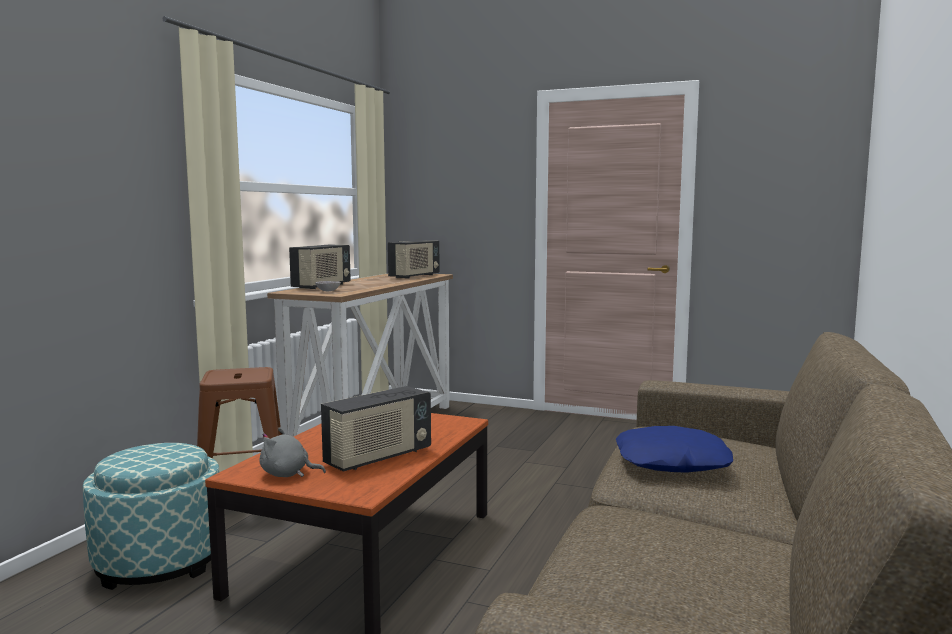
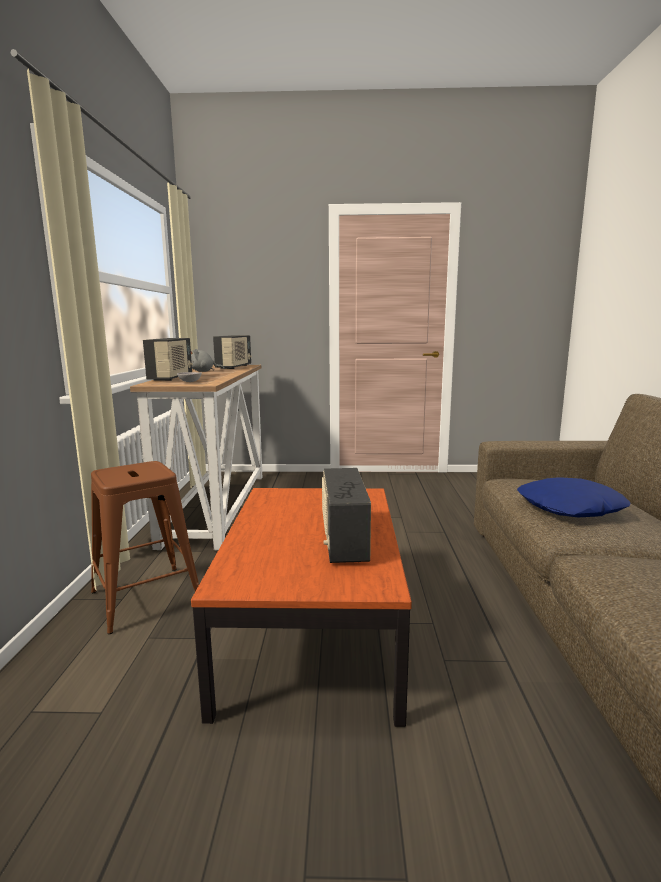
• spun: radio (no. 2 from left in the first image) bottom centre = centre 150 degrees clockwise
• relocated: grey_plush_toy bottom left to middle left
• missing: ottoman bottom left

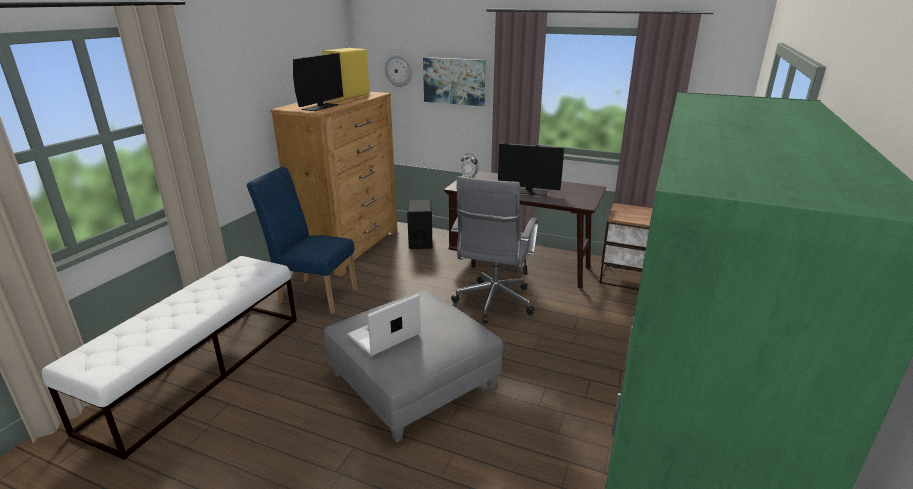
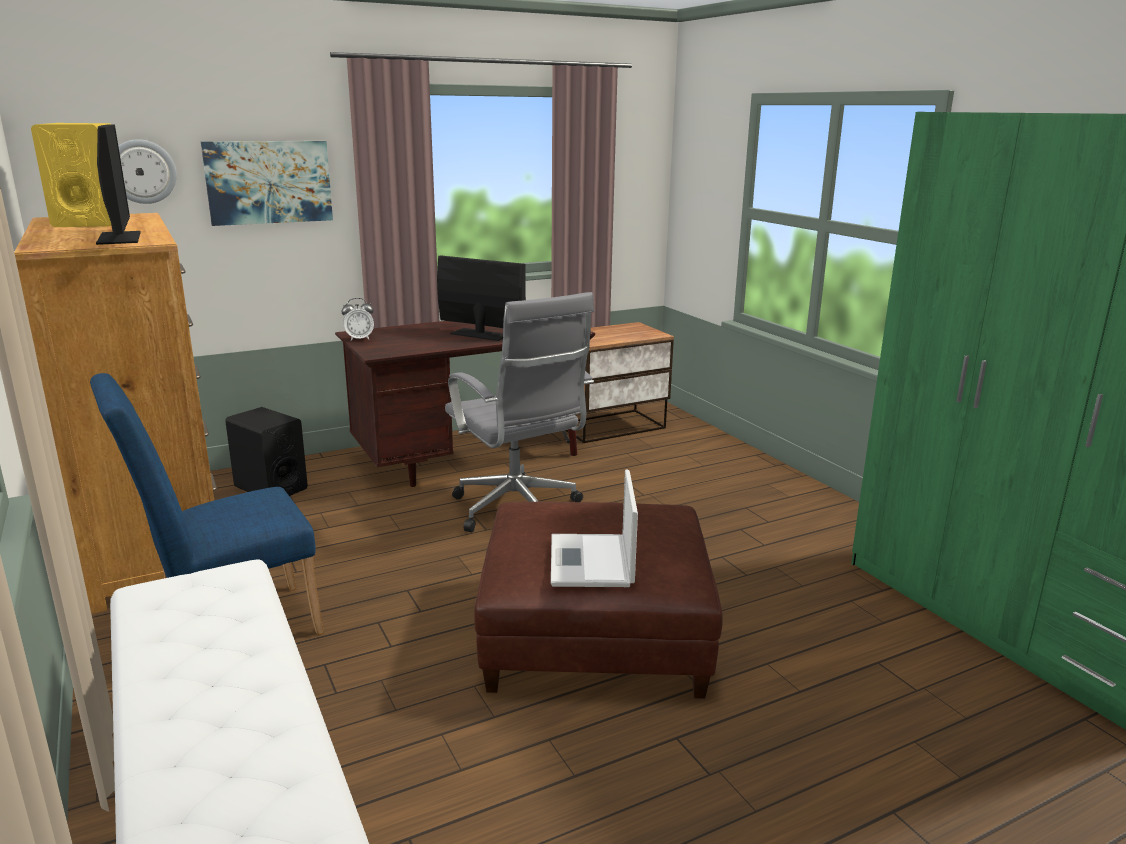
• spun: monitor (no. 2 from left) centre = centre 120 degrees counterclockwise
• colour: grey_ottoman bottom centre to brown_ottoman bottom centre

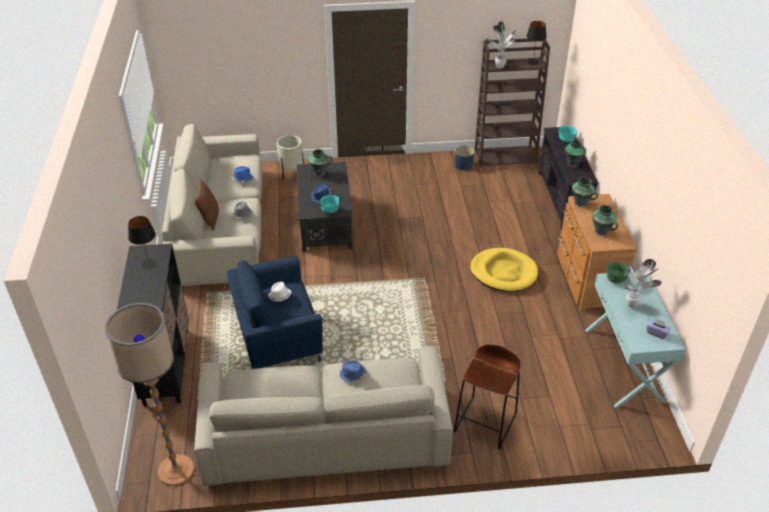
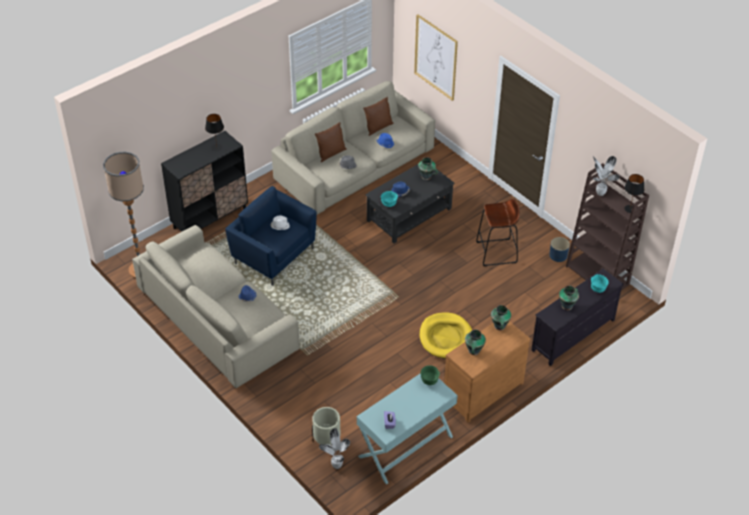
• relocated: beige_planter top centre to bottom centre
• relocated: potted_plant (no. 2 from left in the first image) middle right to potted_plant (no. 1 from left) bottom centre
• relocated: brown_stool bottom centre to centre
• appeared: picture top centre
• appeared: brown_pillow (no. 2 from left) top centre

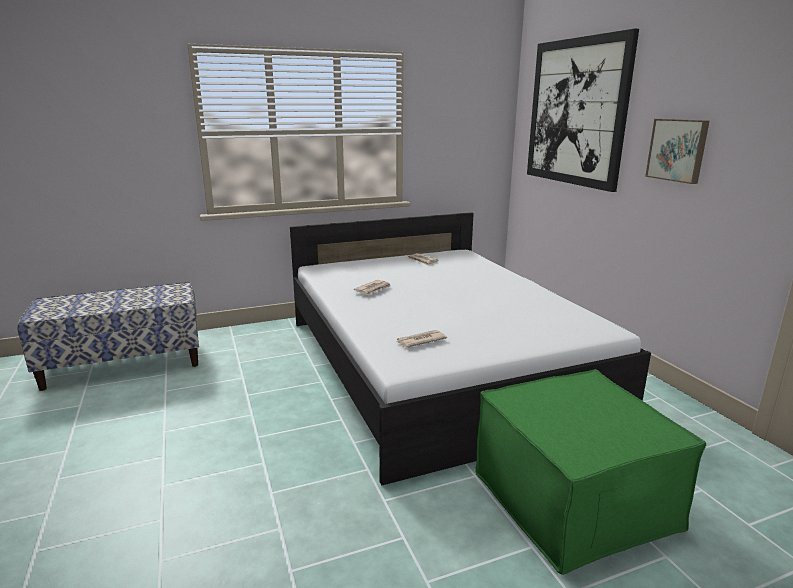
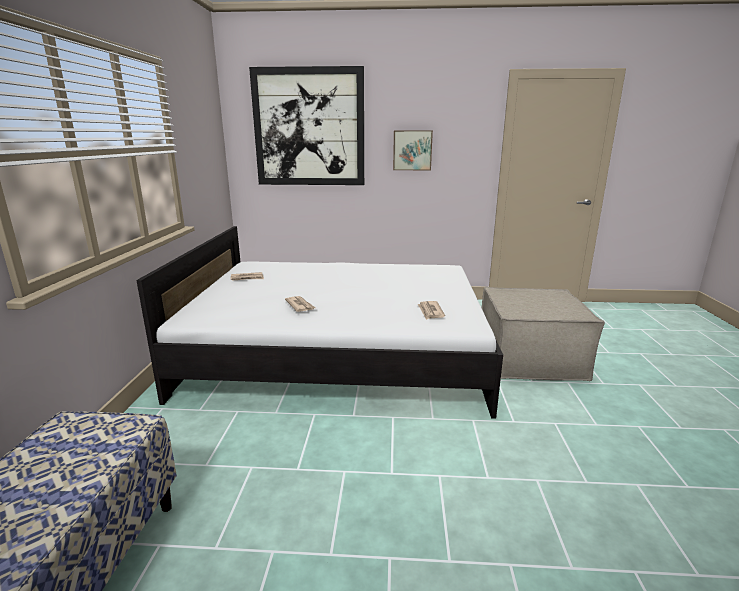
• colour: green_ottoman bottom right to beige_ottoman middle right

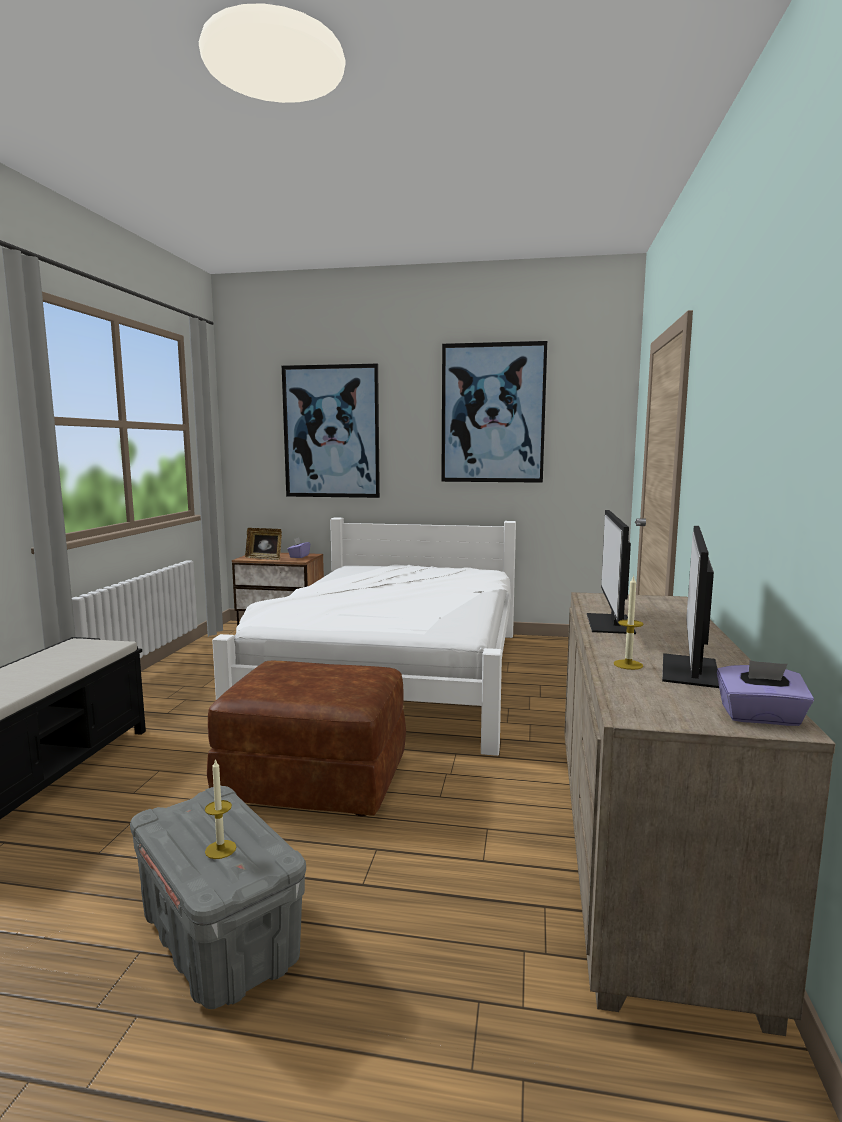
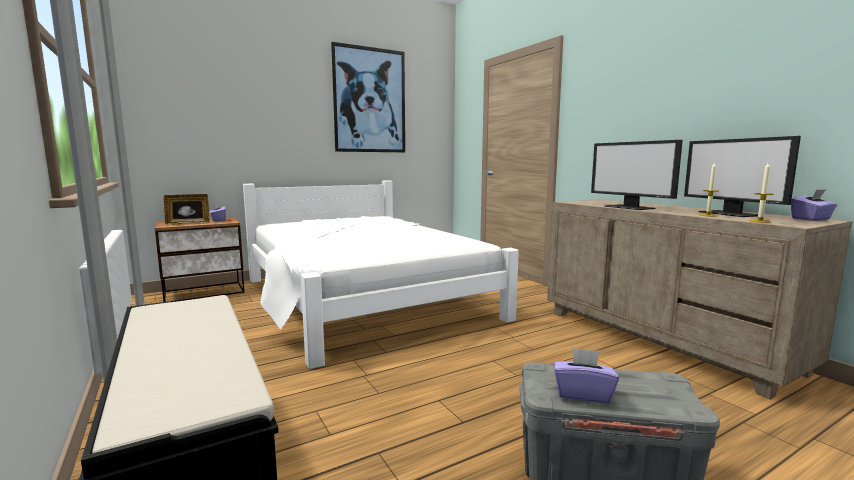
• missing: picture (no. 1 from left) centre
• missing: brown_ottoman centre
• relocated: candle (no. 1 from left in the first image) bottom left to candle (no. 2 from left) middle right
• appeared: purple_tissue_box (no. 2 from left) bottom right

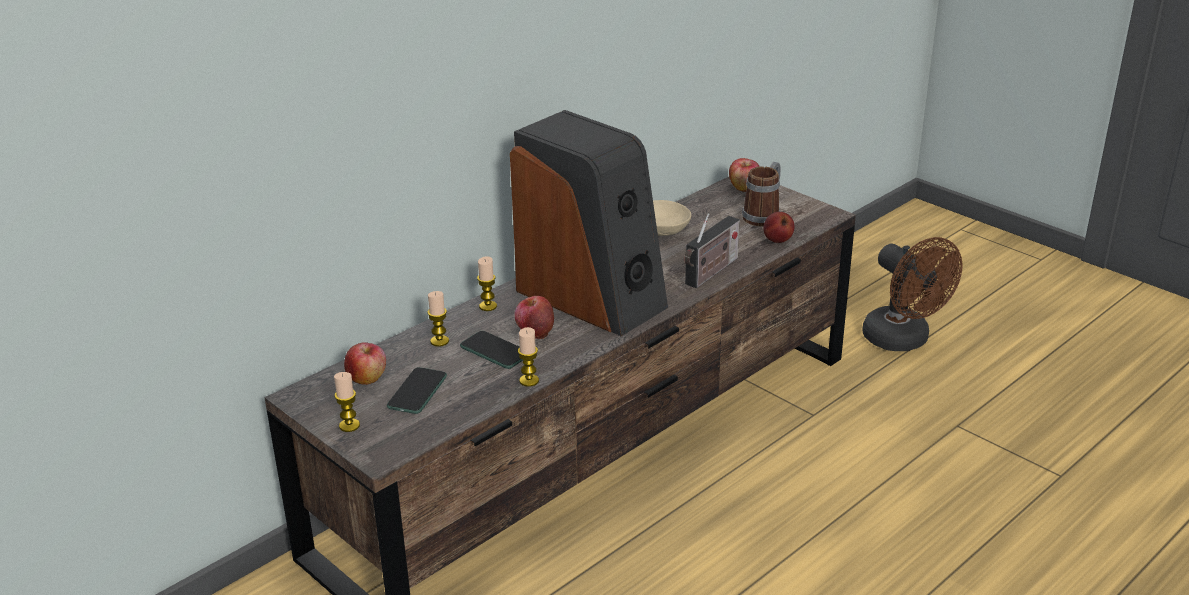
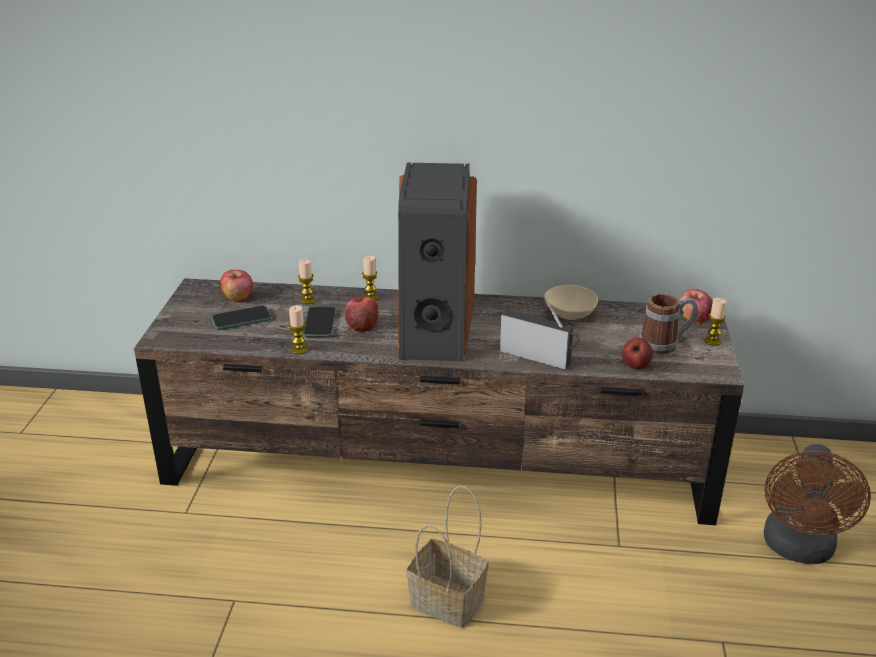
• spun: radio centre = centre 150 degrees counterclockwise
• relocated: candle (no. 1 from left in the first image) bottom left to candle (no. 4 from left) middle right
• appeared: basket bottom centre

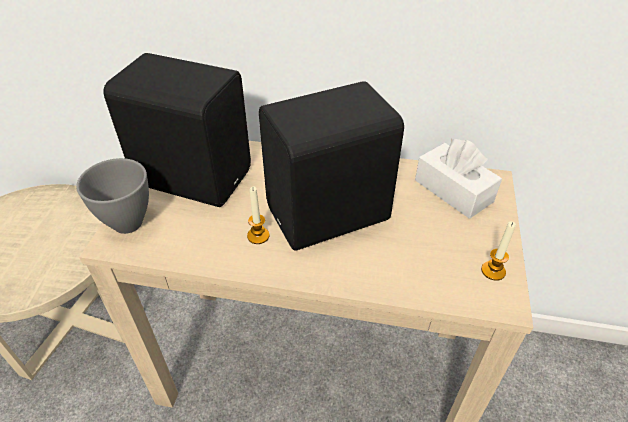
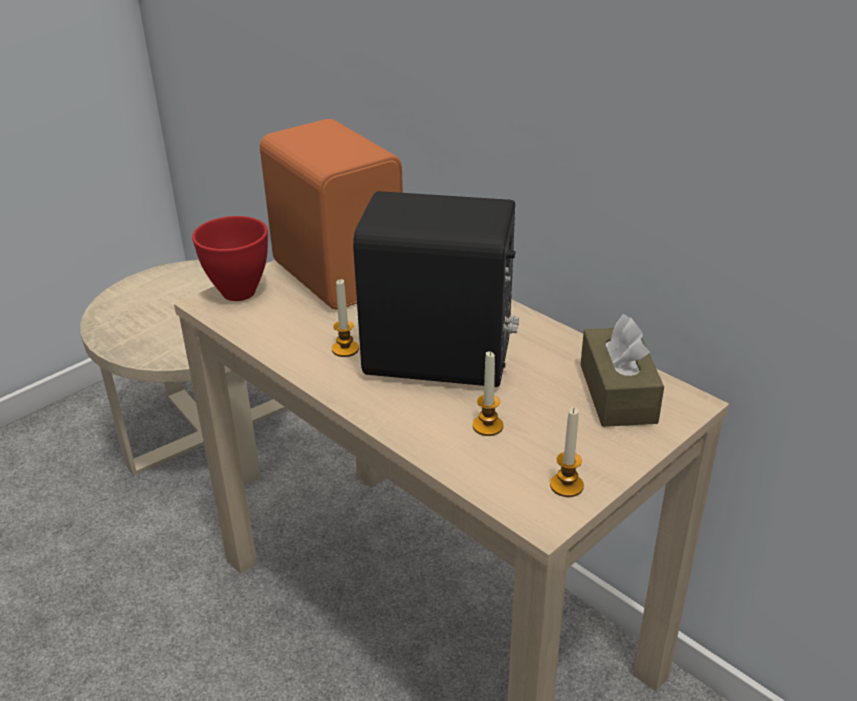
• colour: black_speaker (no. 1 from left) top left to orange_speaker top centre
• colour: white_tissue_box middle right to brown_tissue_box middle right
• colour: grey_bowl middle left to red_bowl middle left
• appeared: candle (no. 2 from left) centre

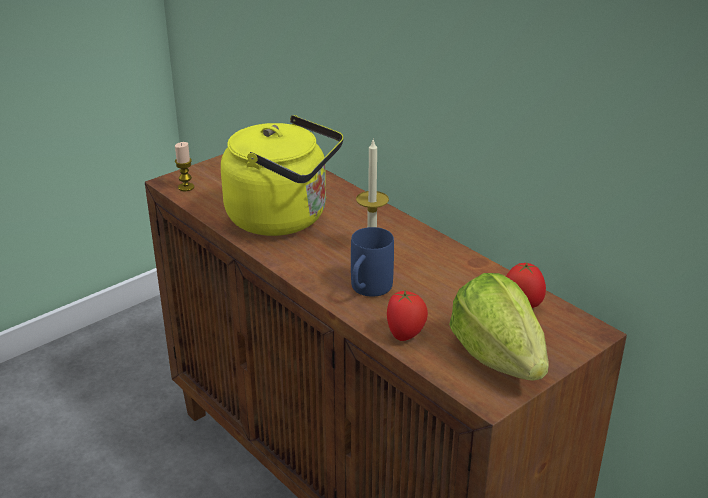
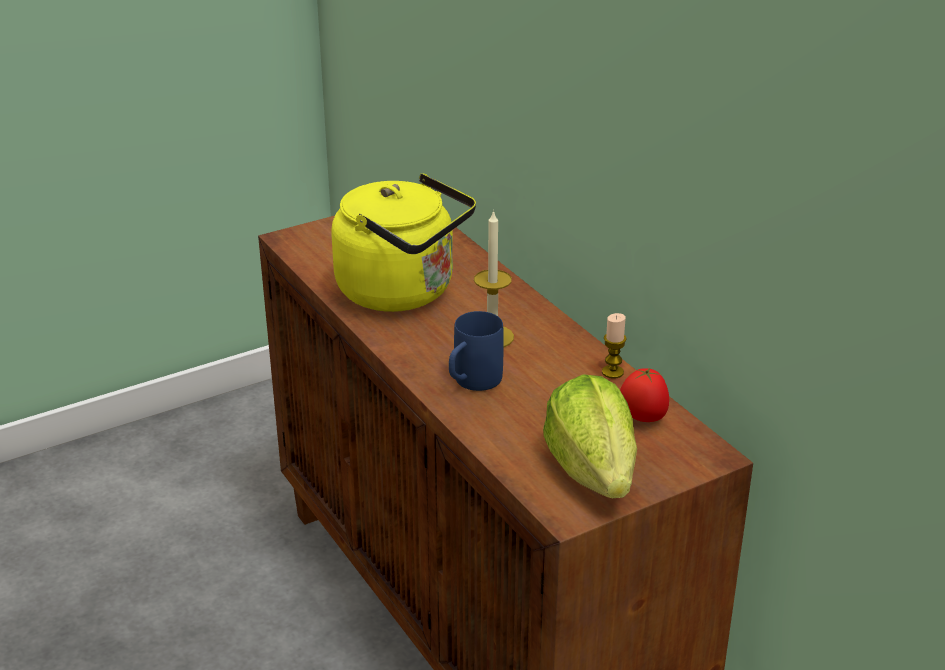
• relocated: candle (no. 1 from left in the first image) middle left to candle (no. 2 from left) centre
• missing: tomato (no. 1 from left) centre

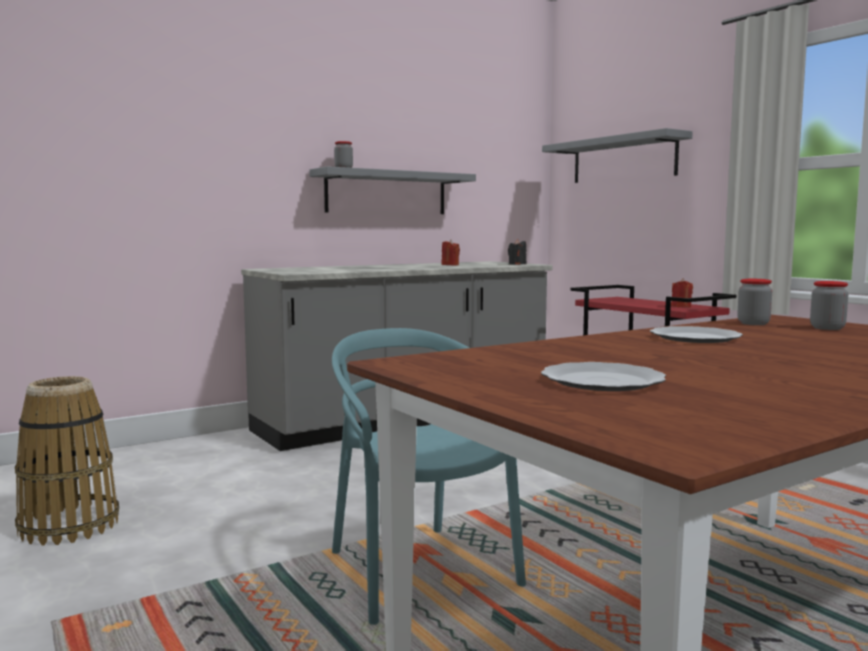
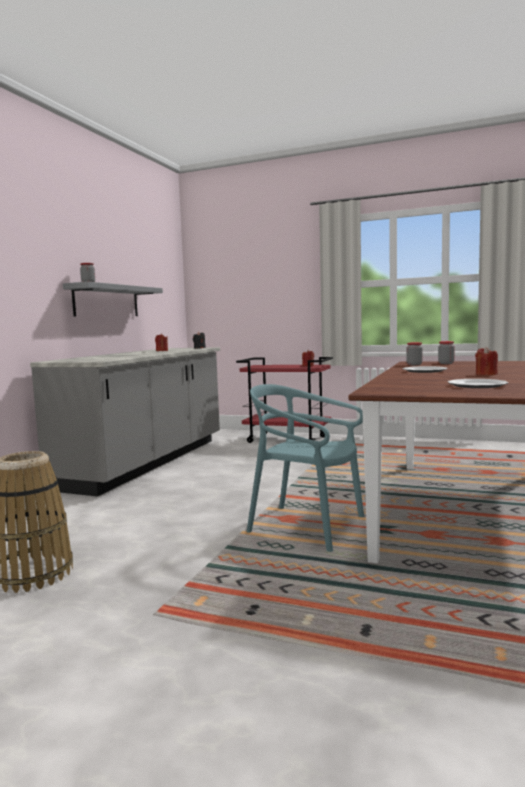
• missing: grey_shelf (no. 2 from left) top right
• appeared: red_candle (no. 3 from left) middle right

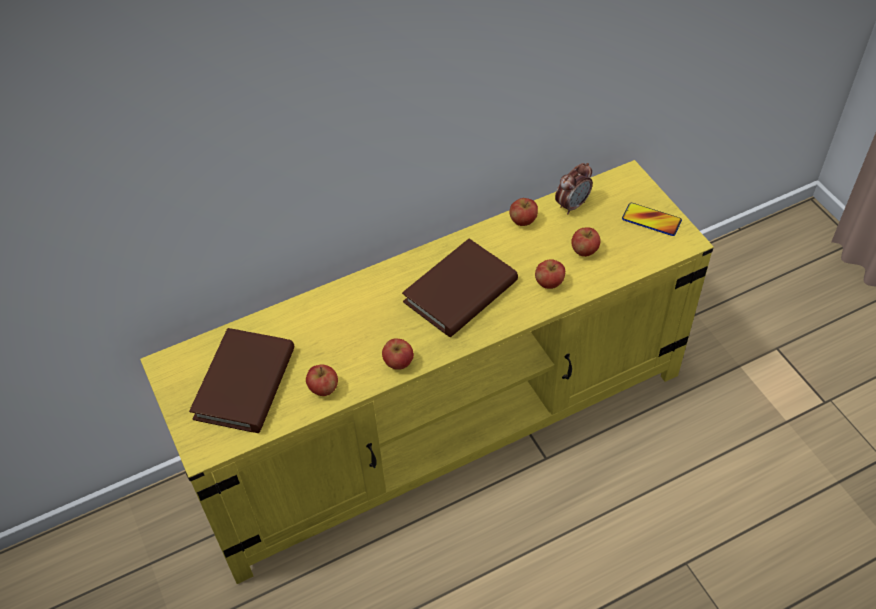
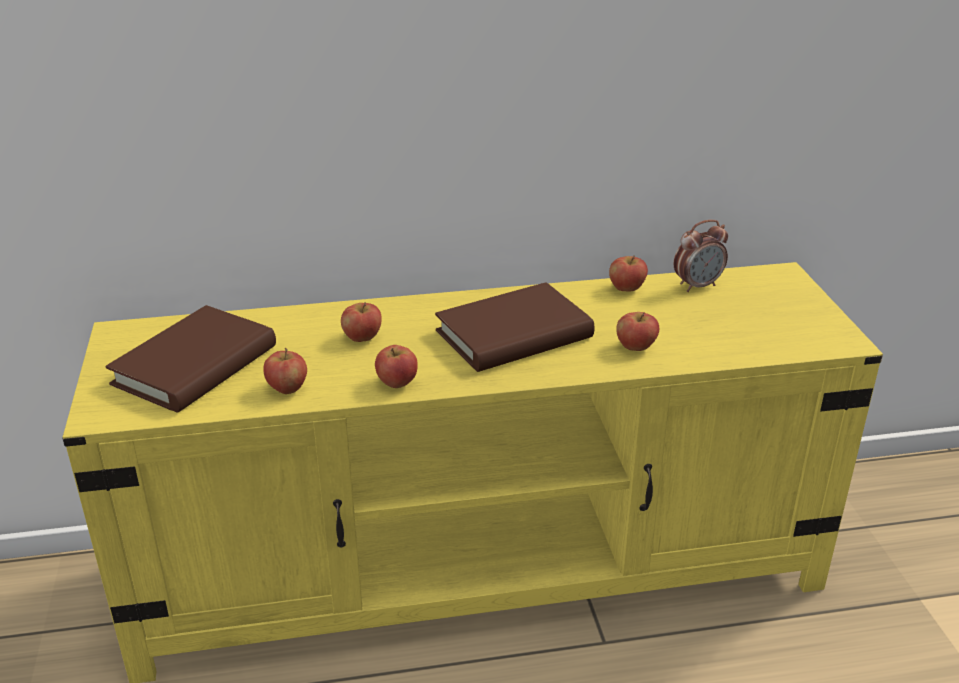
• missing: phone middle right
• relocated: apple (no. 5 from left in the first image) middle right to apple (no. 2 from left) centre

